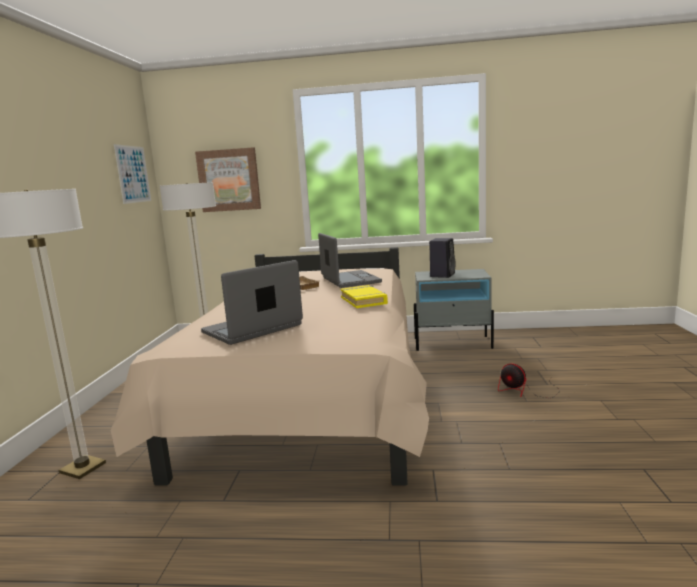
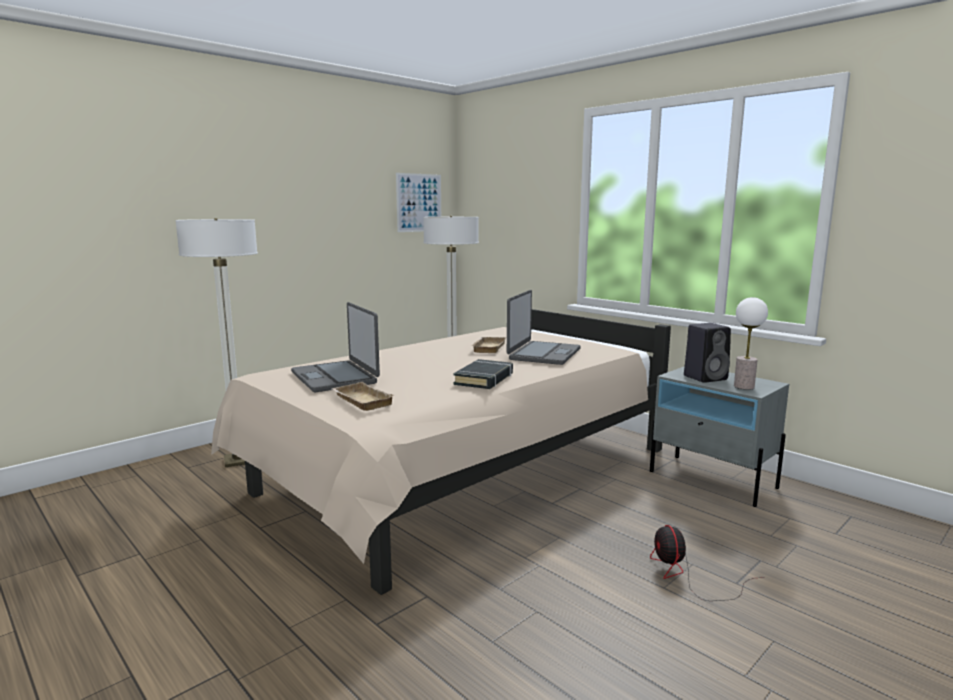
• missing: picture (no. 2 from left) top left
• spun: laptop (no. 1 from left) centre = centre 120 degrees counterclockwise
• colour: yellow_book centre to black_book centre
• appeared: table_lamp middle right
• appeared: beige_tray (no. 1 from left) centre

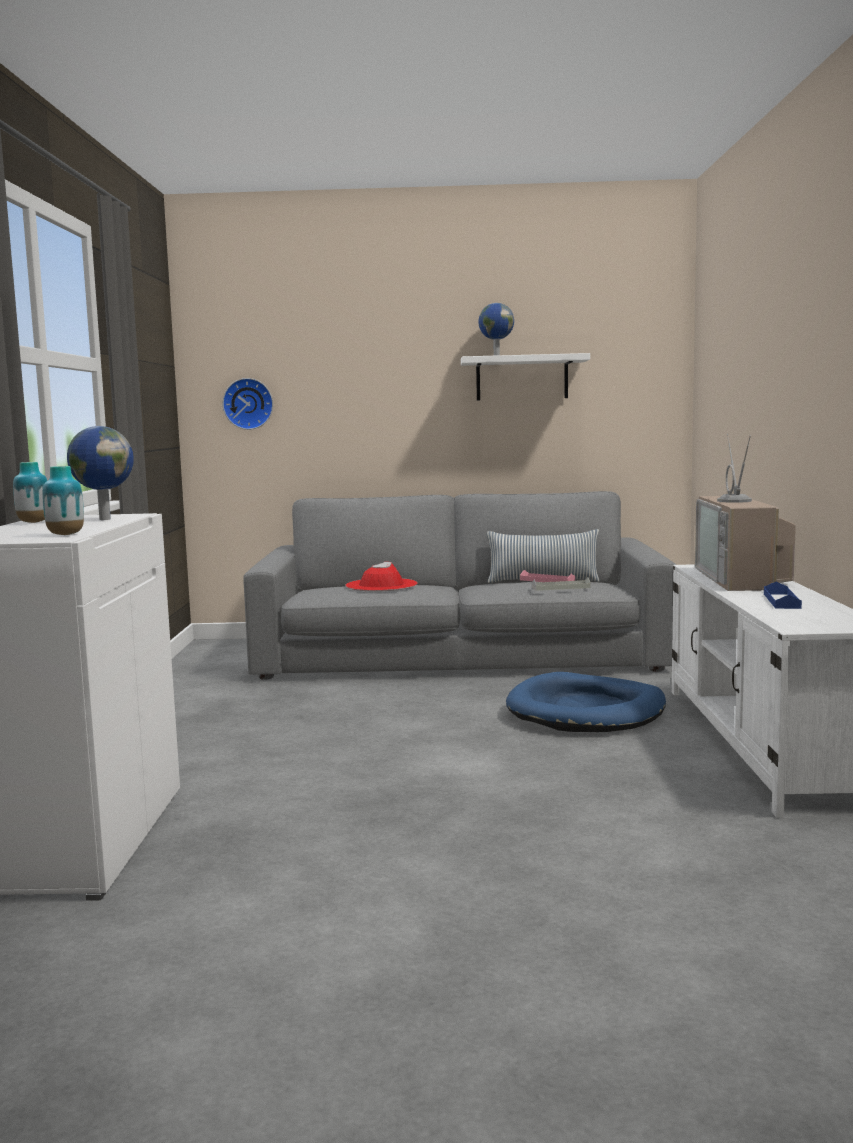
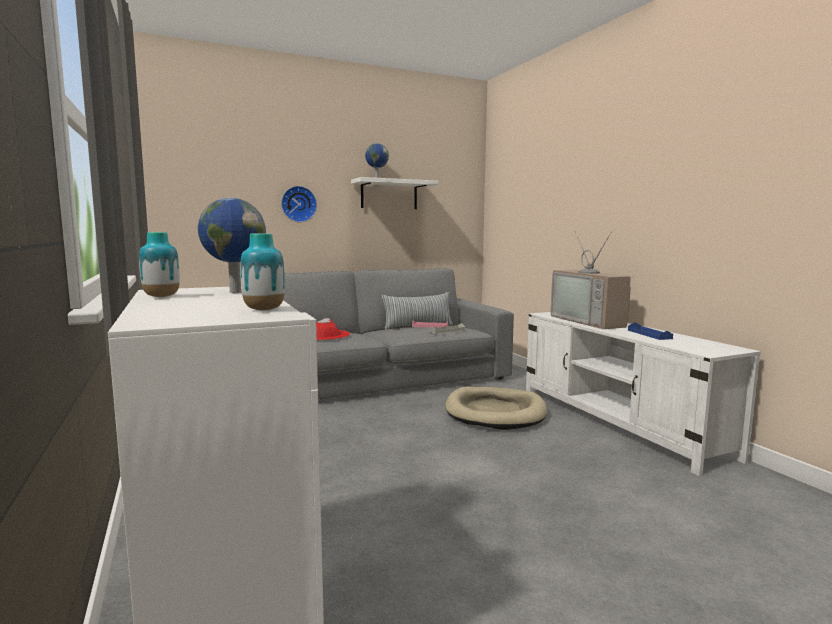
• relocated: wall_clock middle left to top centre
• colour: blue_dog_bed middle right to beige_dog_bed centre

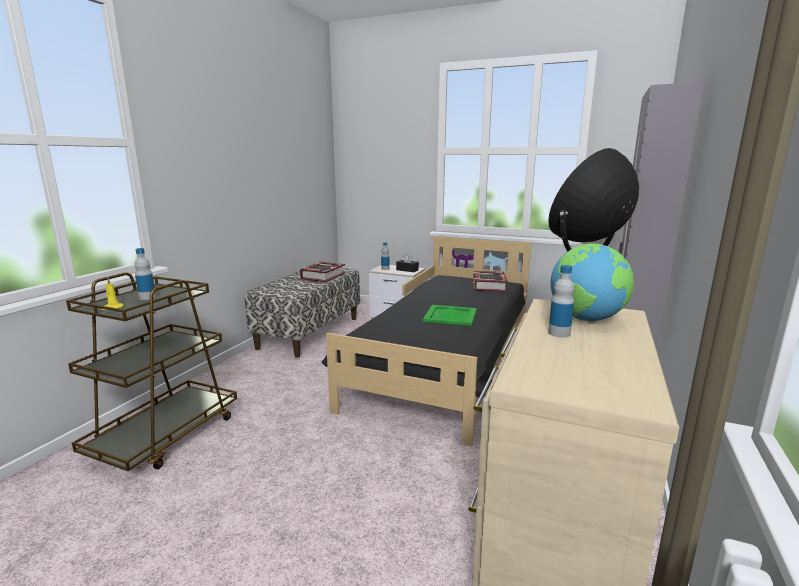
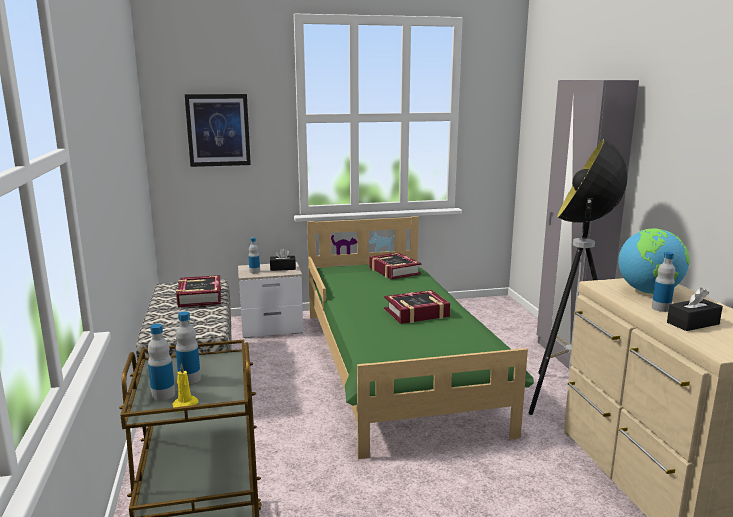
• colour: black_bed centre to green_bed centre
• exchanged: green_tray centre to book (no. 3 from left) centre
• appeared: picture top left
• appeared: black_tissue_box (no. 2 from left) middle right
• appeared: bottle (no. 1 from left) bottom left

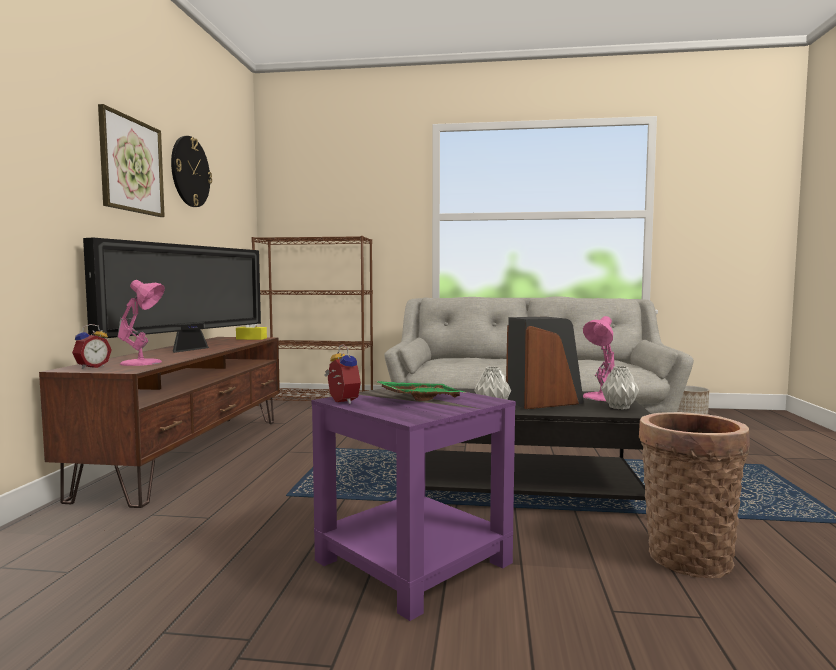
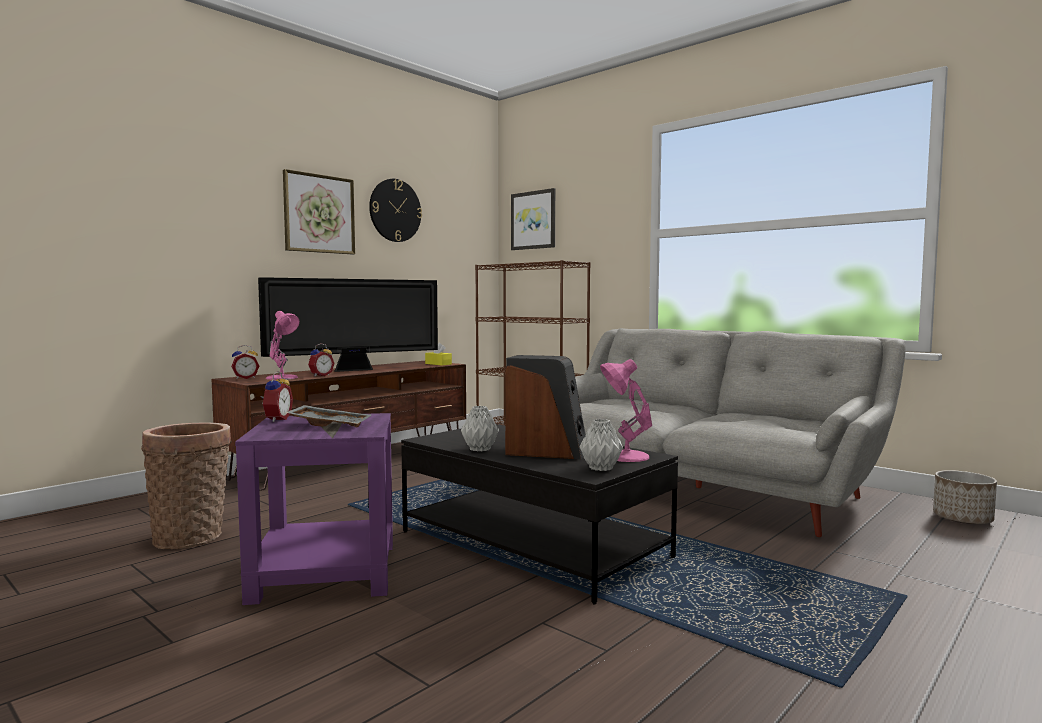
• colour: green_tray centre to grey_tray middle left
• relocated: basket bottom right to bottom left
• appeared: picture (no. 2 from left) top centre
• appeared: alarm_clock (no. 3 from left) middle left

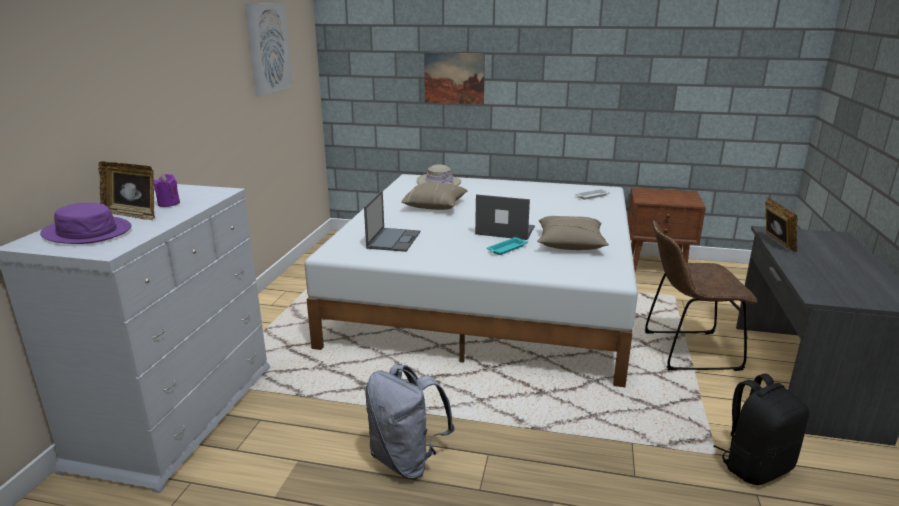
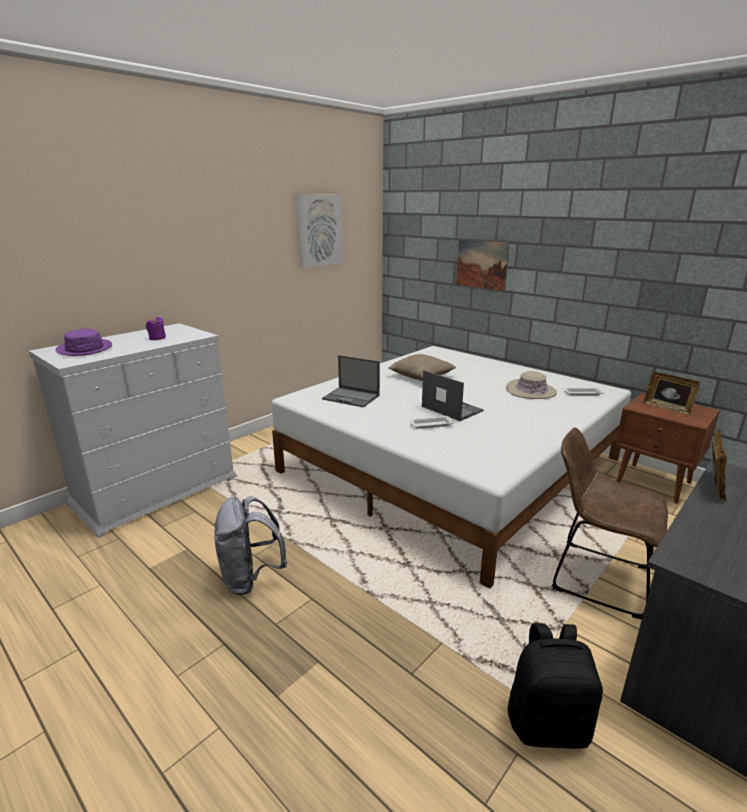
• relocated: picture_frame (no. 1 from left) middle left to middle right
• relocated: beige_hat centre to middle right
• spun: laptop (no. 1 from left) centre = centre 75 degrees clockwise
• missing: beige_pillow (no. 2 from left) centre
• colour: turquoise_tray centre to white_tray (no. 1 from left) centre

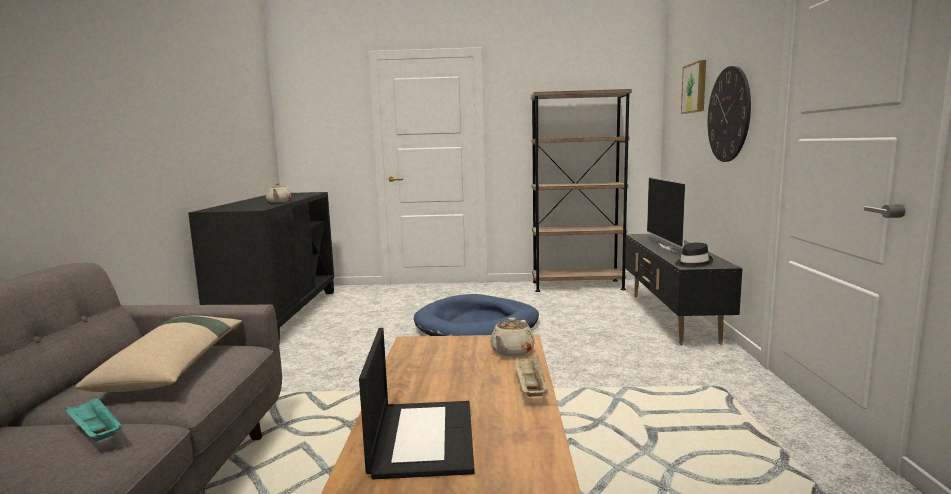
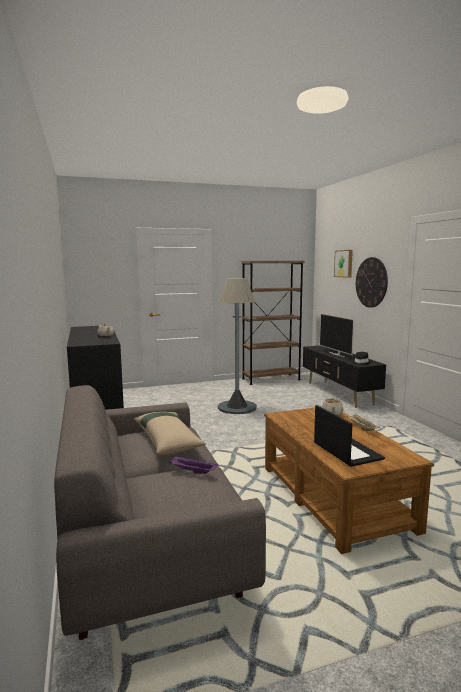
• exchanged: blue_dog_bed centre to grey_floor_lamp centre
• colour: turquoise_tray bottom left to purple_tray bottom centre

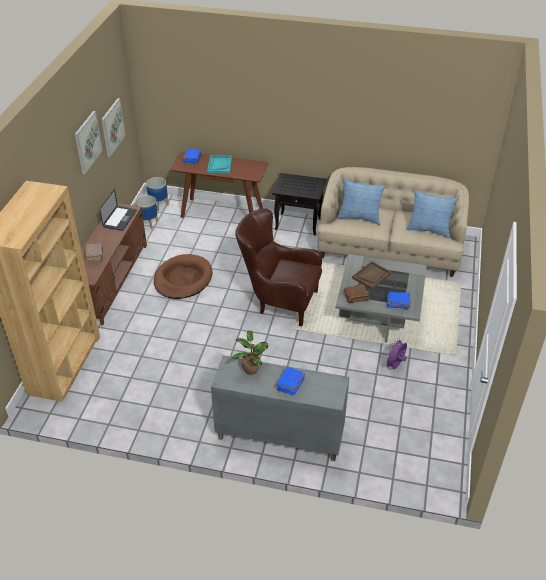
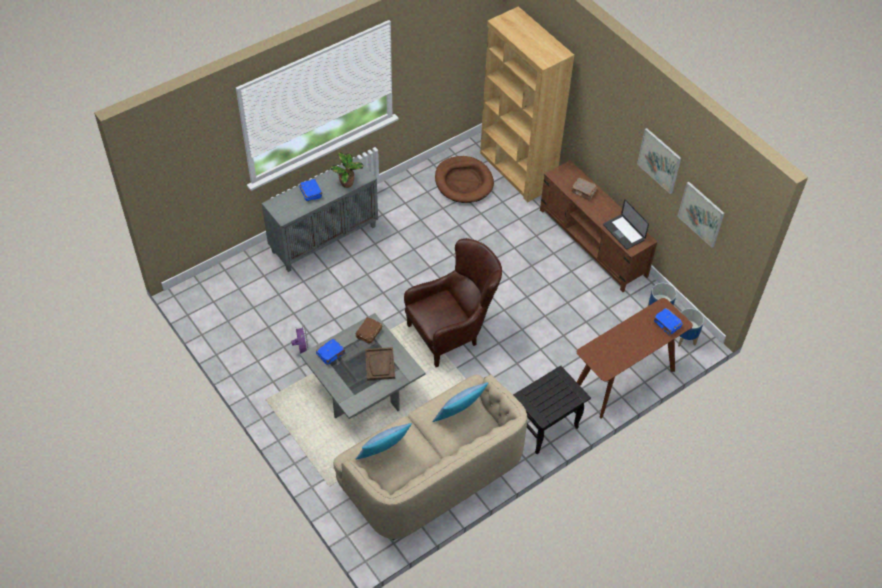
• missing: turquoise_tray top centre
• relocated: brown_dog_bed centre to top centre

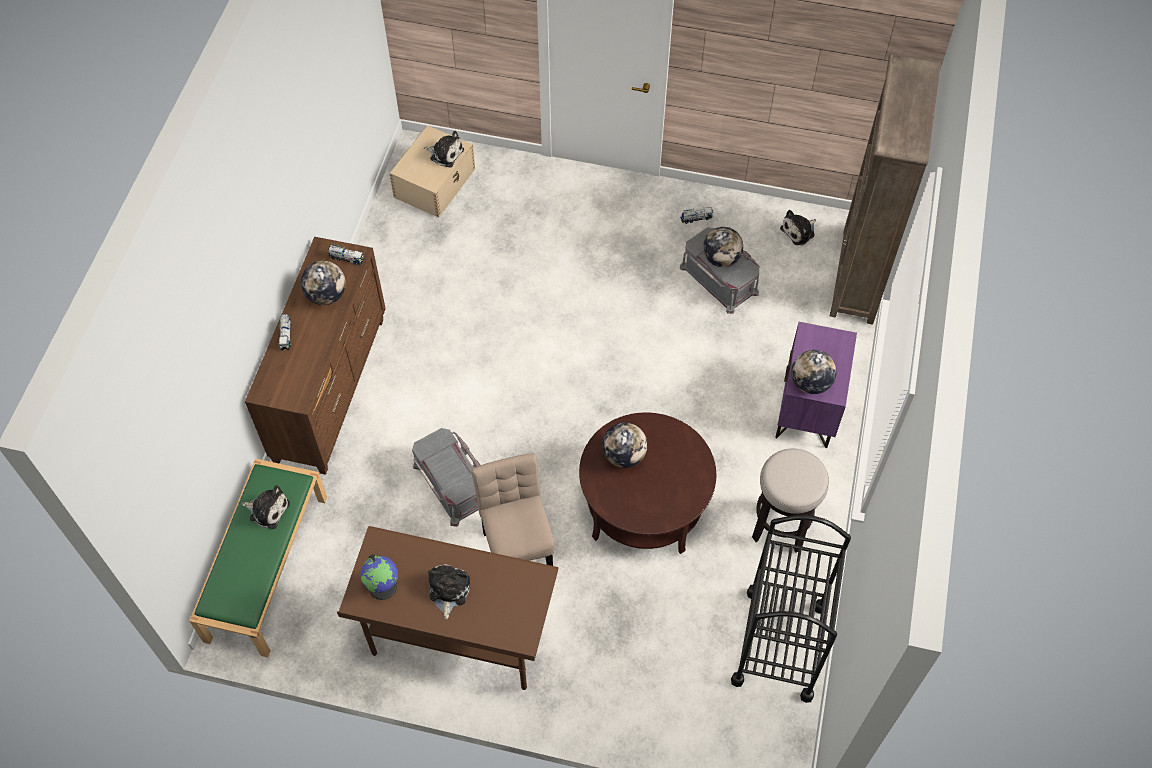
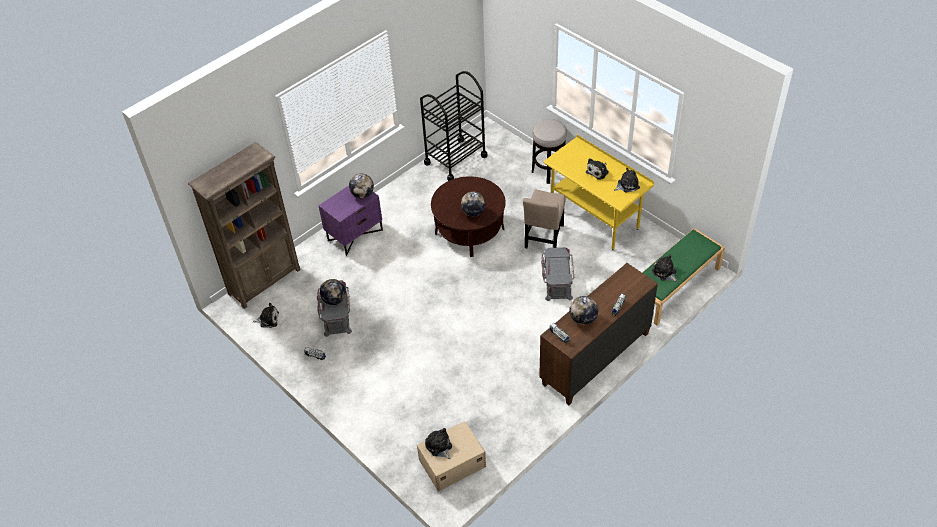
• relocated: stool middle right to top centre
• colour: brown_desk bottom centre to yellow_desk centre
• exchanged: globe (no. 2 from left) bottom left to plush_toy (no. 4 from left) middle right

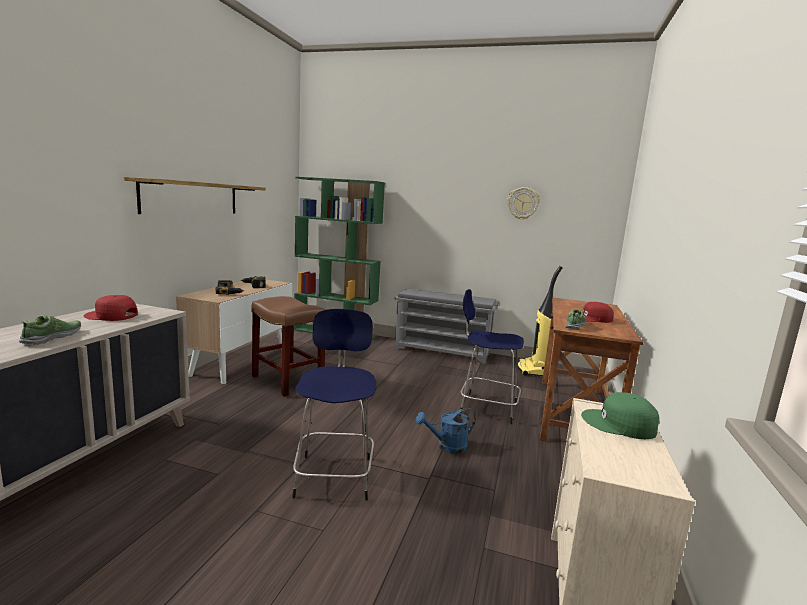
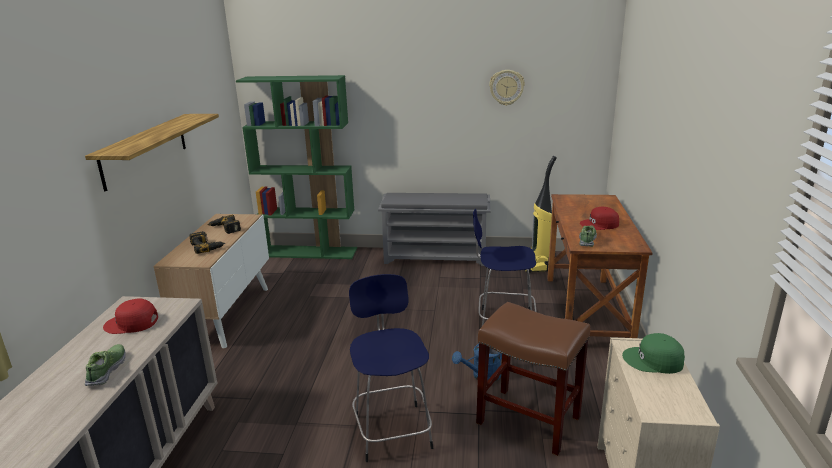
• relocated: brown_stool centre to bottom centre

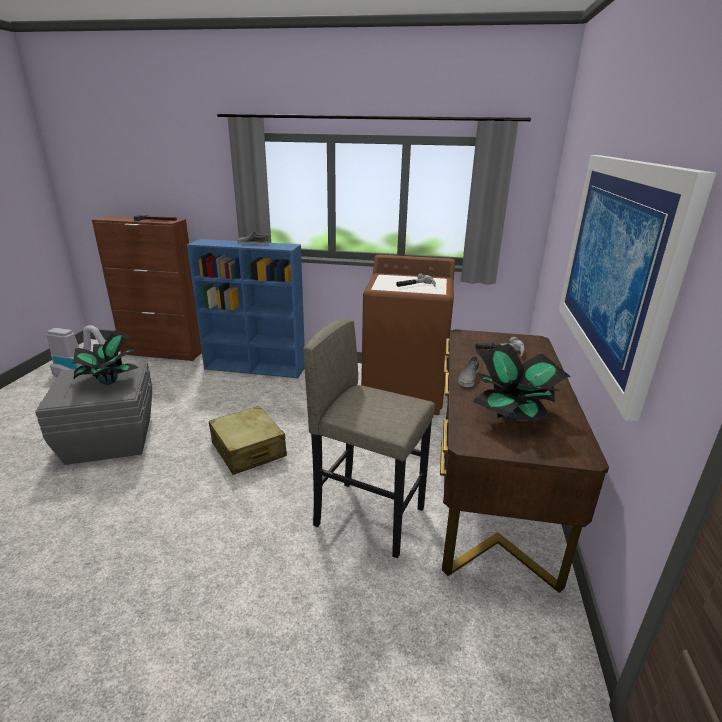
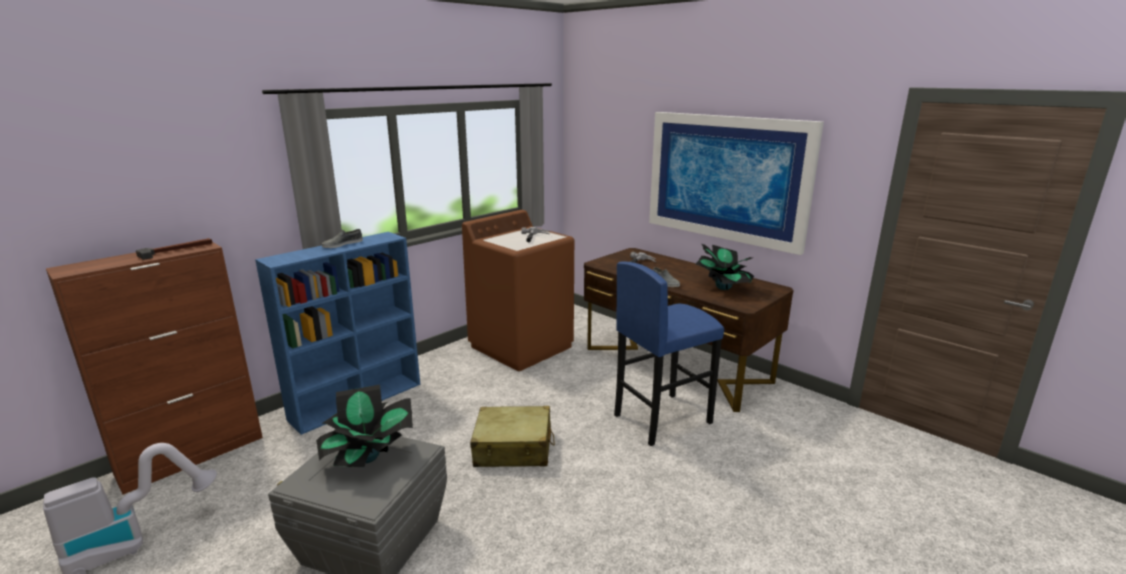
• colour: grey_stool centre to blue_stool centre

